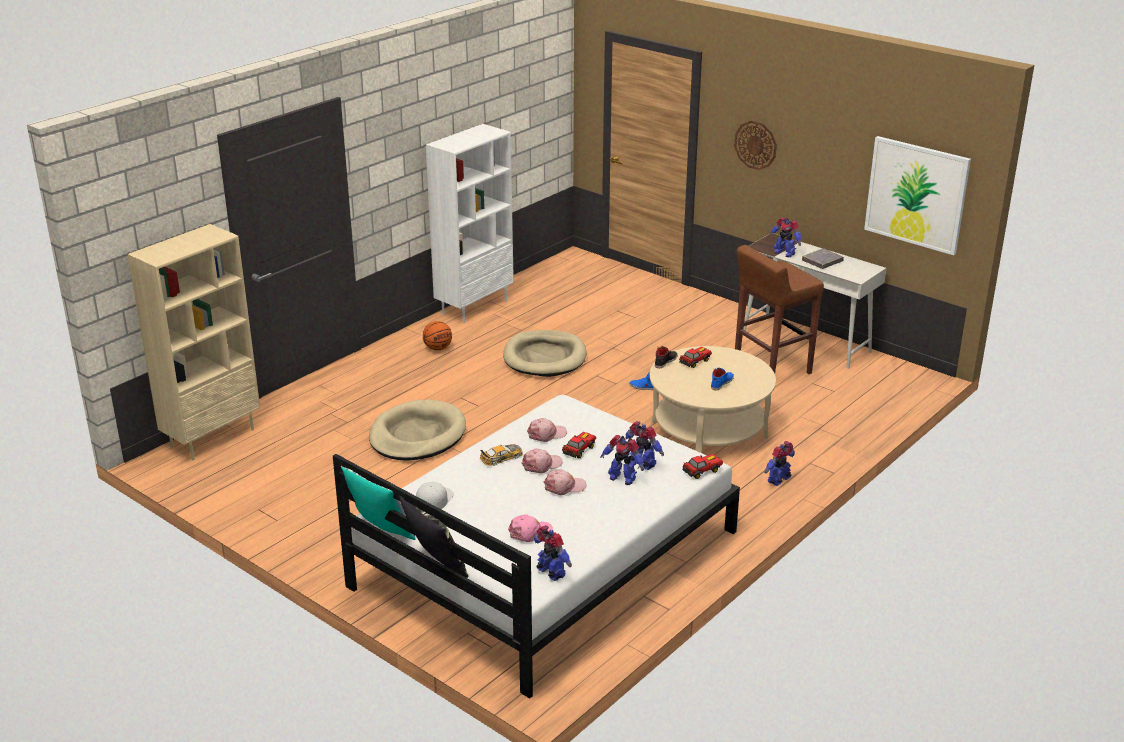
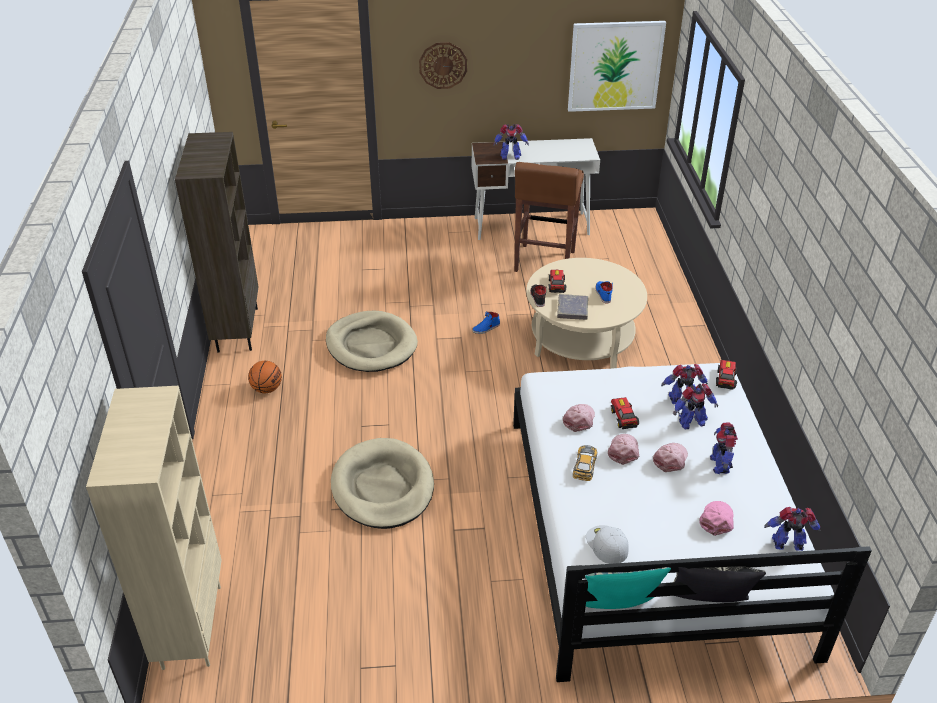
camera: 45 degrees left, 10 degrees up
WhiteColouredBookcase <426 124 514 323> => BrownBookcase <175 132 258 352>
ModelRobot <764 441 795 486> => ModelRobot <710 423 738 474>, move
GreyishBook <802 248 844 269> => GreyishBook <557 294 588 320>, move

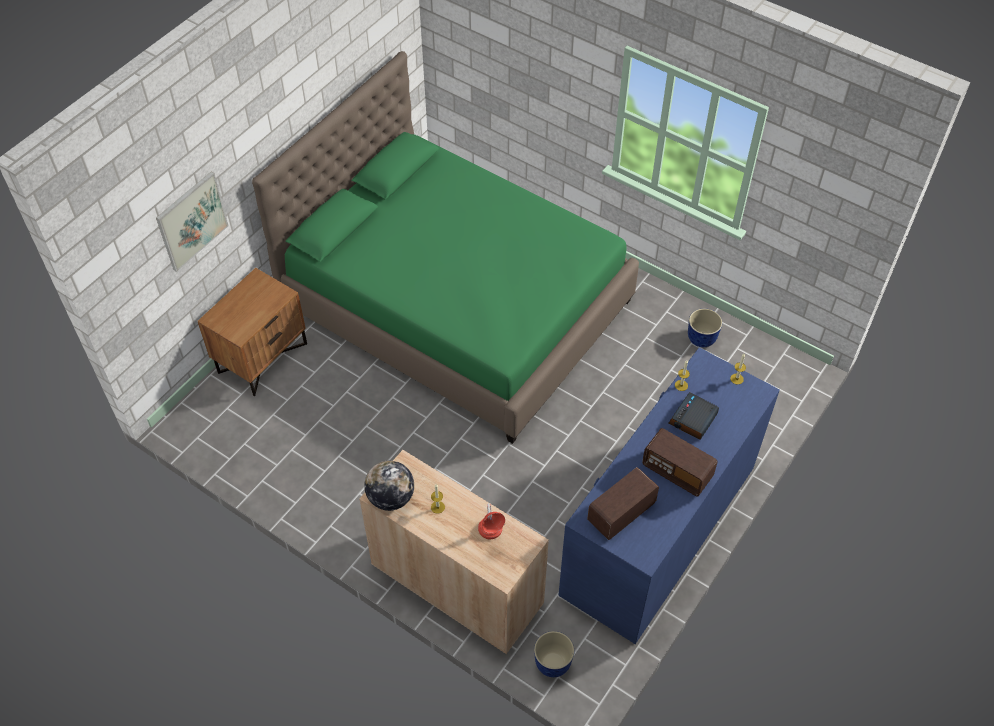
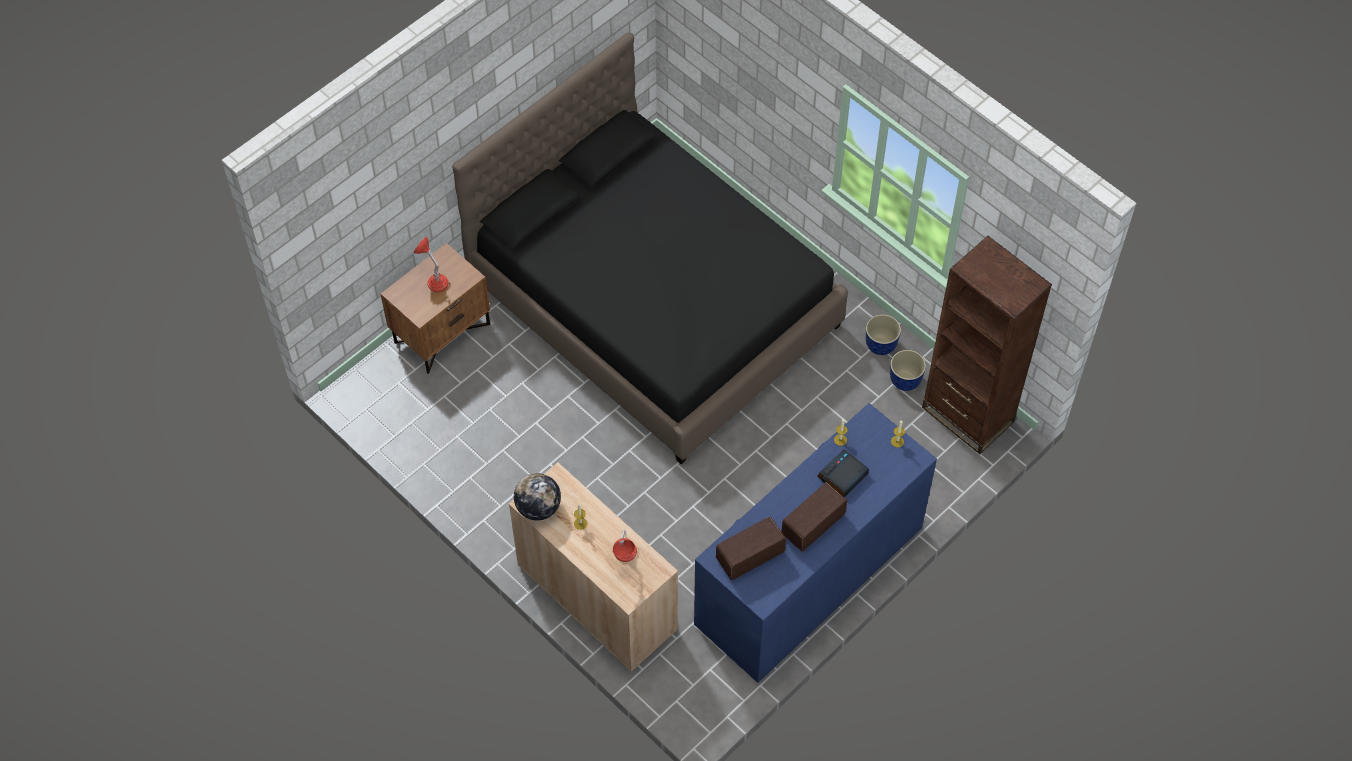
camera: 10 degrees right, 5 degrees up
Picture <156 171 228 272> => nothing
GreenSleepingBed <252 51 639 444> => BlackSleepingBed <452 32 848 464>
Planter <534 631 574 677> => Planter <866 314 901 355>, move
RadioSet <642 428 717 496> => RadioSet <781 482 847 552>, 90 degrees clockwise
nothing => ReddishTabletopLamp <414 236 448 292>
nothing => BrownBookcase <922 236 1052 454>

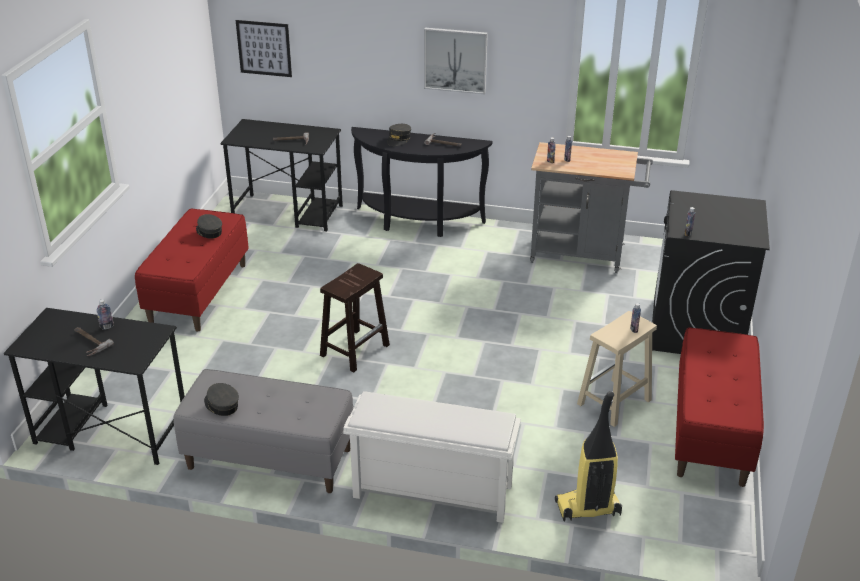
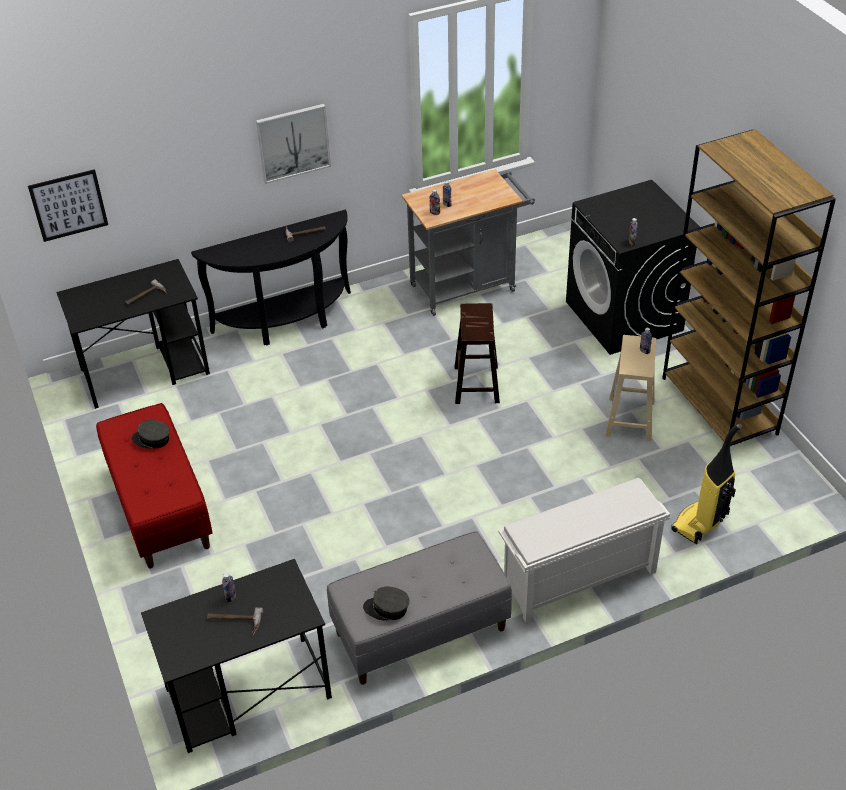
camera: 35 degrees left, 10 degrees up
BrownStool <320 263 390 372> => BrownStool <455 303 500 404>, move
GreyishBaseballCap <387 124 411 146> => nothing
ReddishLongSeat <675 327 764 487> => BrownBookcase <662 129 836 446>

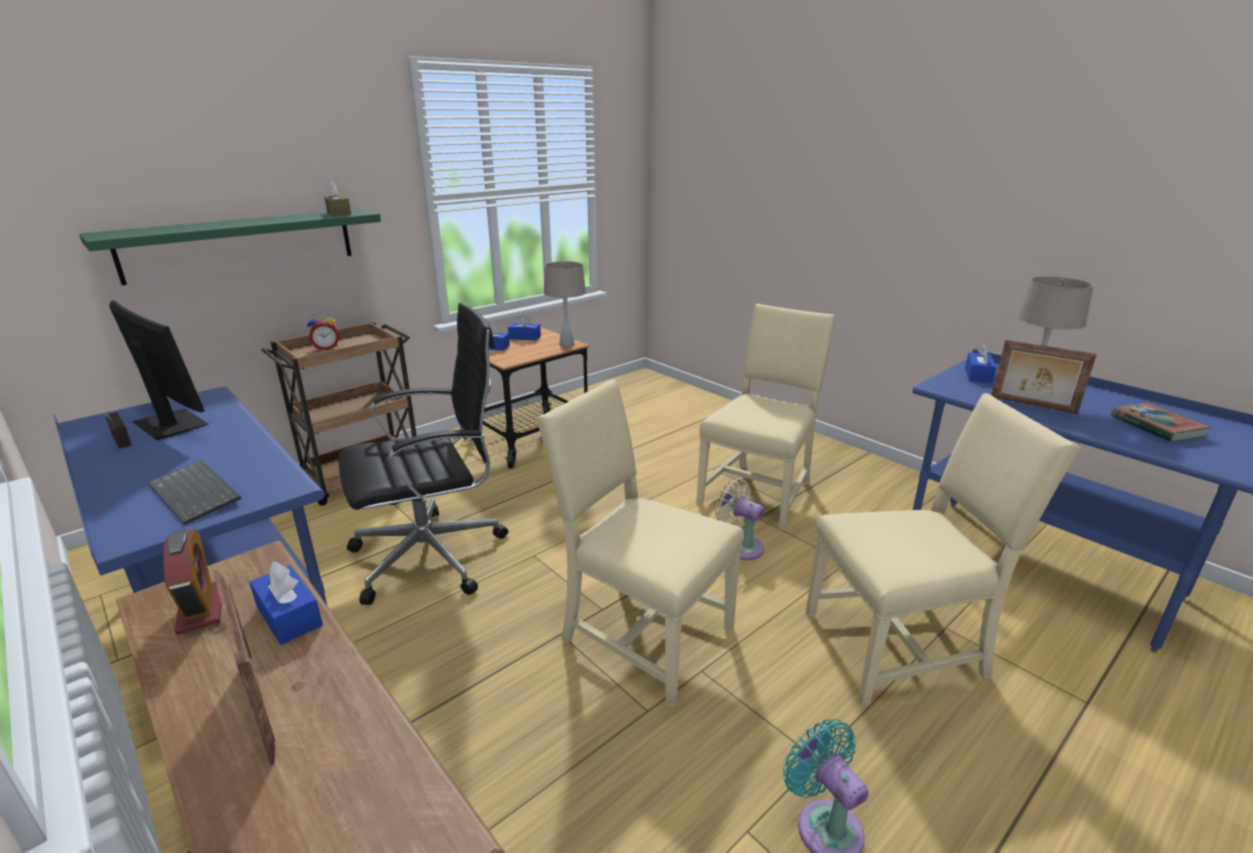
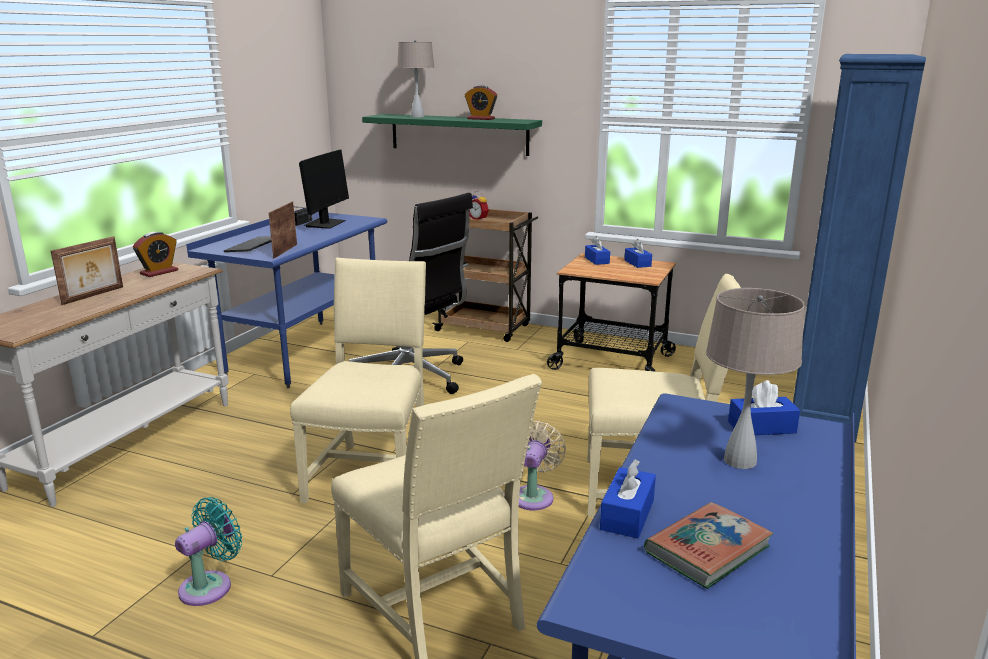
camera: 65 degrees right, 5 degrees down
BlueColouredTissueBox <249 562 323 645> => BlueColouredTissueBox <600 459 656 538>, move
BrownTissueBox <324 181 351 216> => nothing
SandColouredTabletopLamp <544 261 586 347> => SandColouredTabletopLamp <397 40 434 118>, move
PhotoFrame <992 340 1097 414> => PhotoFrame <269 202 297 259>, move
nothing => AlarmClock <465 85 497 120>
nothing => BlueColouredBookcase <793 54 926 442>

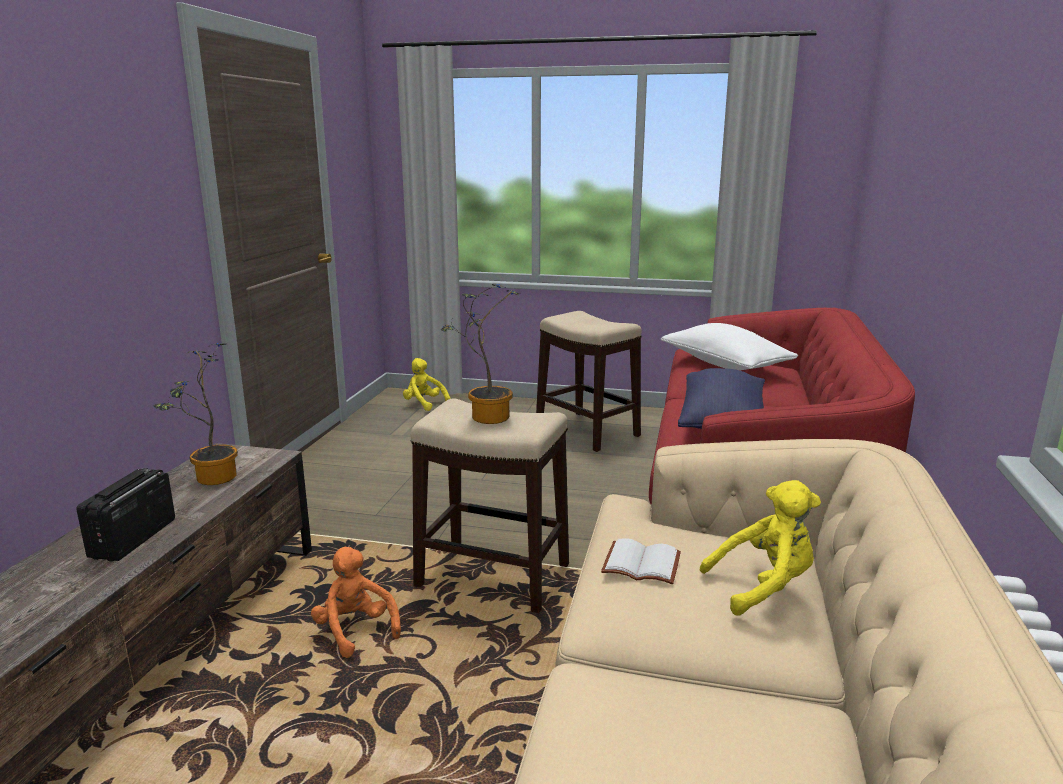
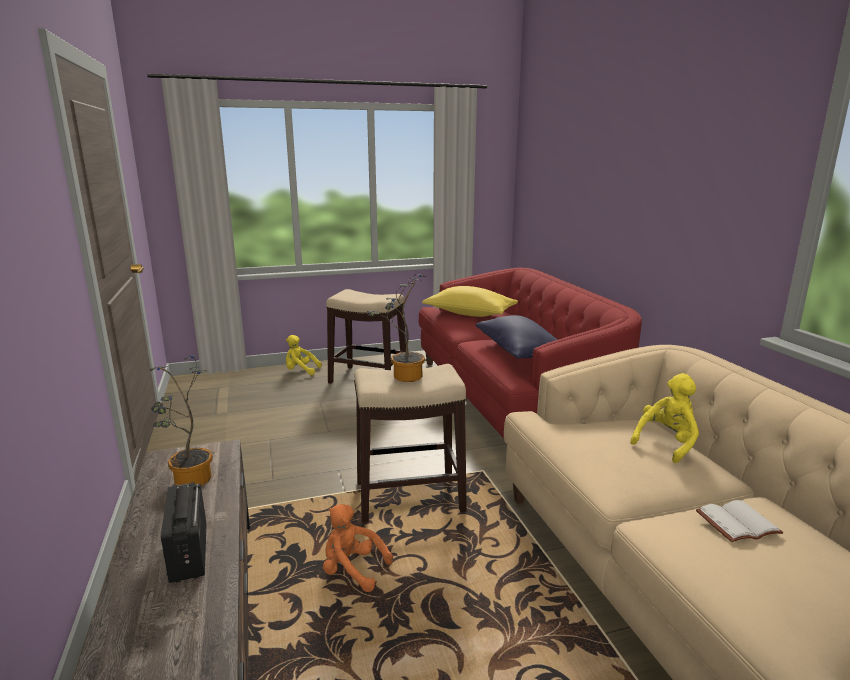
camera: 30 degrees left, 0 degrees up
YellowSoftToy <403 358 451 411> => YellowSoftToy <286 335 322 375>, move
WhiteColouredBook <601 538 681 584> => WhiteColouredBook <696 500 783 542>, move
WhiteColouredCushion <661 323 798 370> => YellowCushion <422 286 518 317>

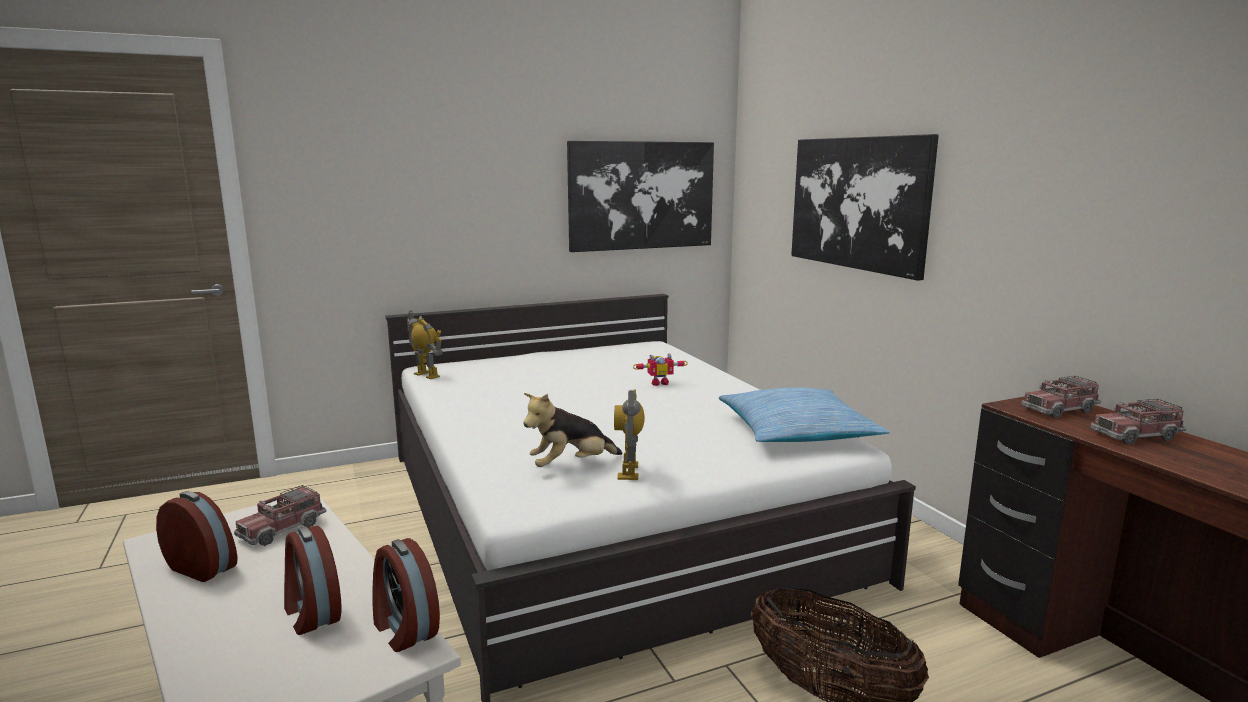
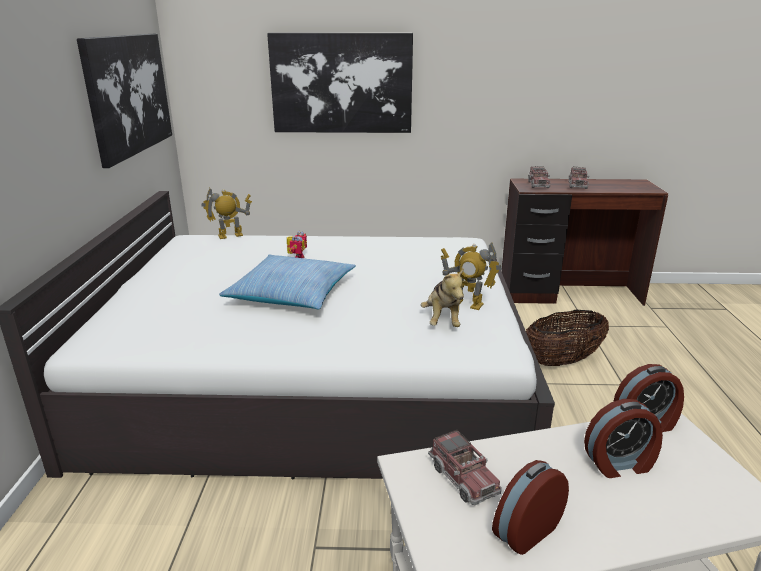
camera: 65 degrees left, 10 degrees up
ModelRobot <407 311 443 379> => ModelRobot <202 188 252 239>, move
Cushion <719 387 890 442> => Cushion <219 255 356 309>, move

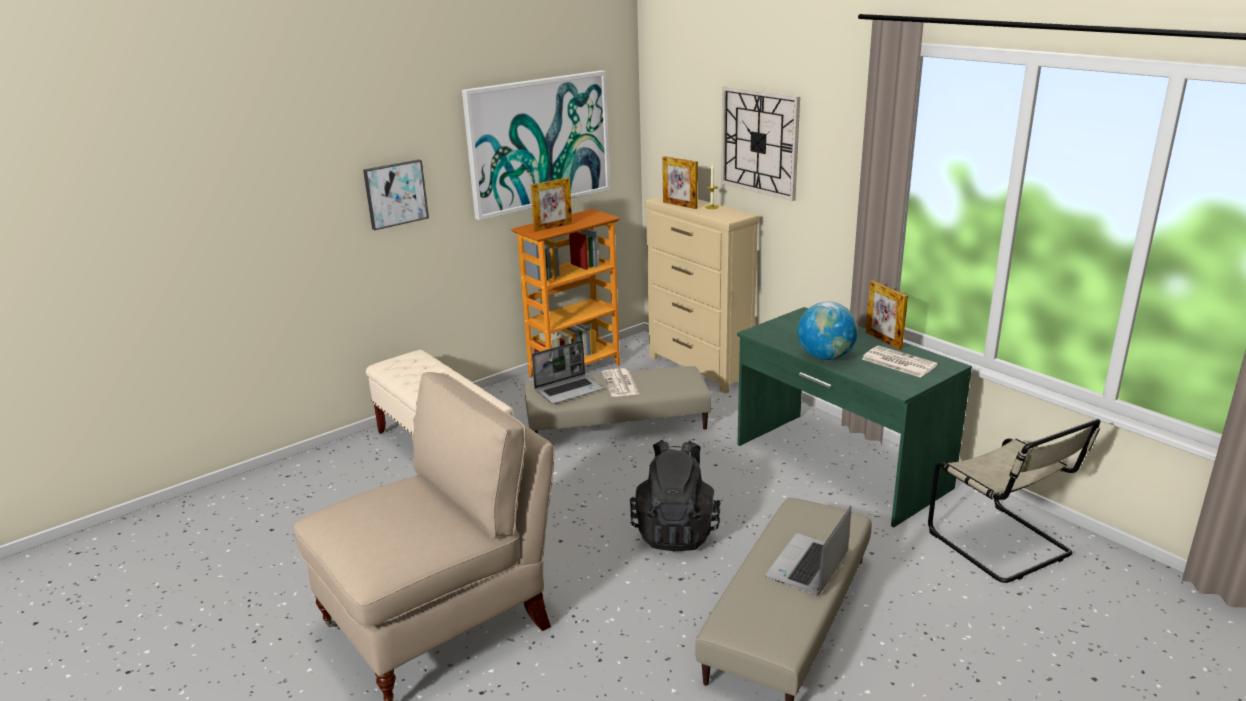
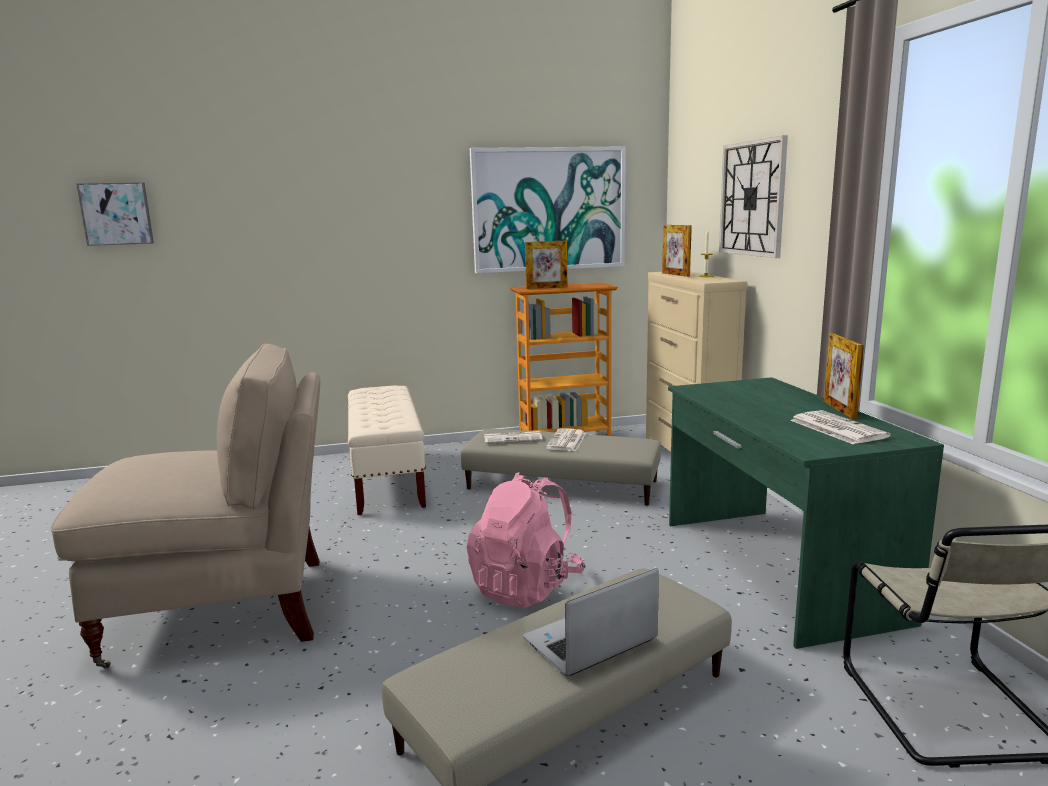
camera: 25 degrees right, 10 degrees down
Picture <363 159 429 230> => Picture <77 182 154 246>, move
NotebookComputer <532 340 603 404> => PrintedPaper <484 431 543 444>
BlackRucksack <630 440 720 551> => PinkishRucksack <467 472 586 608>
WorldGlobe <798 302 858 360> => nothing

